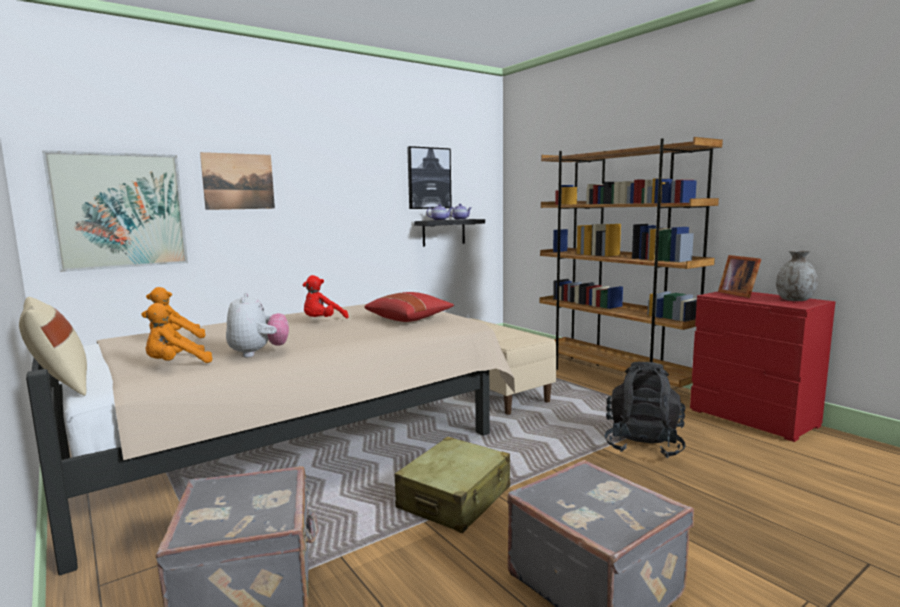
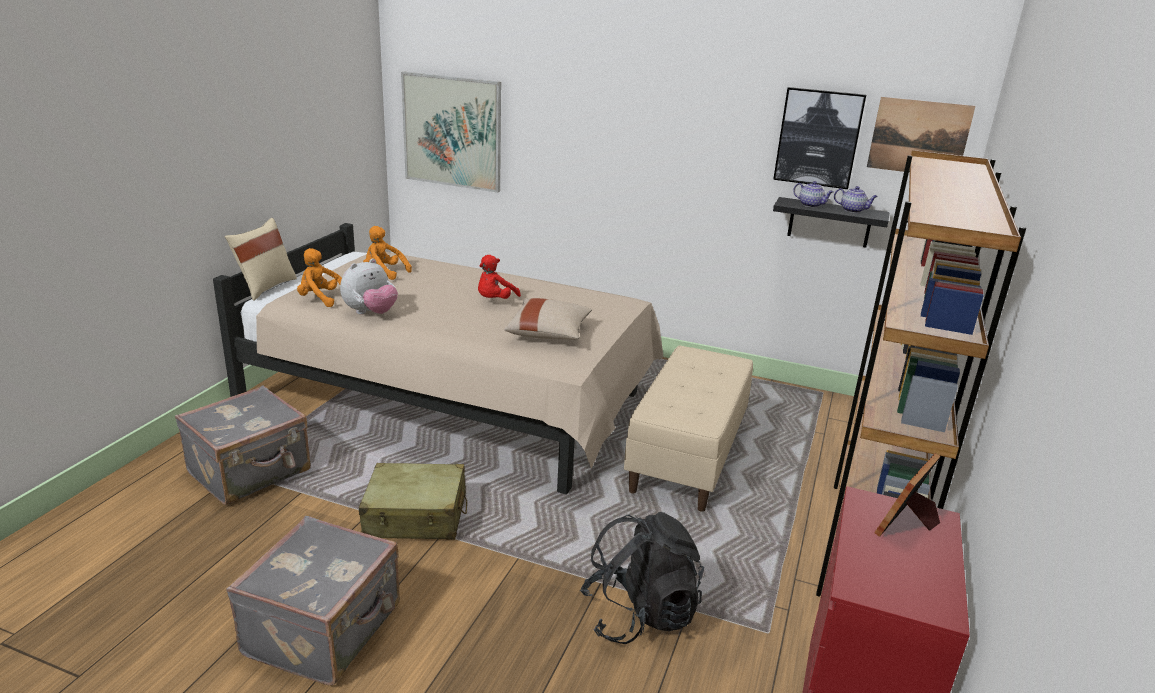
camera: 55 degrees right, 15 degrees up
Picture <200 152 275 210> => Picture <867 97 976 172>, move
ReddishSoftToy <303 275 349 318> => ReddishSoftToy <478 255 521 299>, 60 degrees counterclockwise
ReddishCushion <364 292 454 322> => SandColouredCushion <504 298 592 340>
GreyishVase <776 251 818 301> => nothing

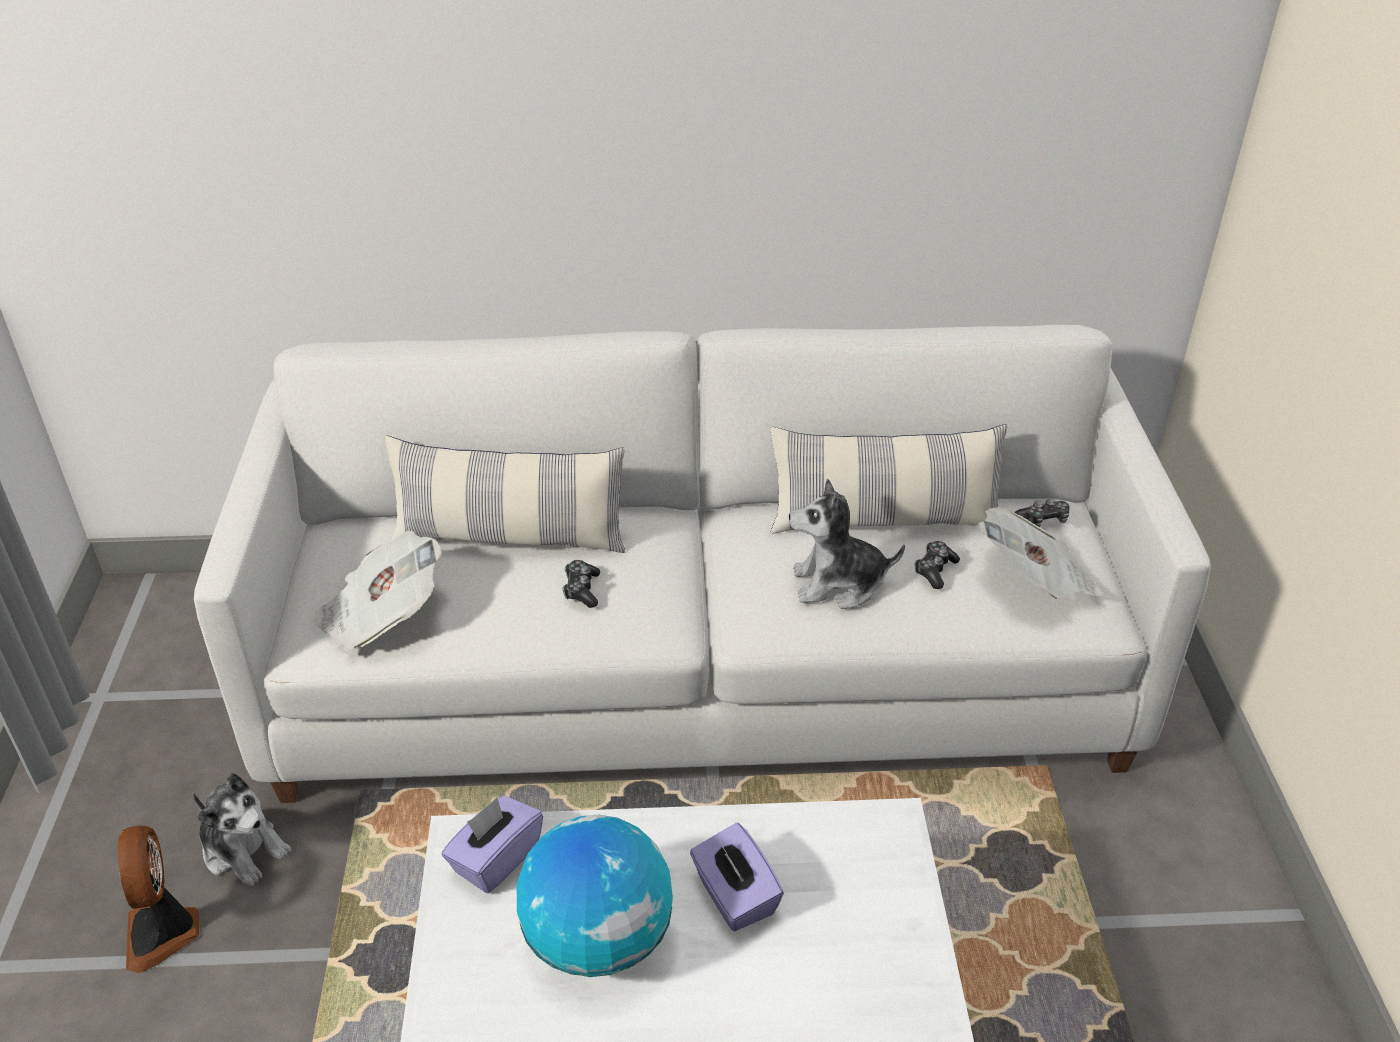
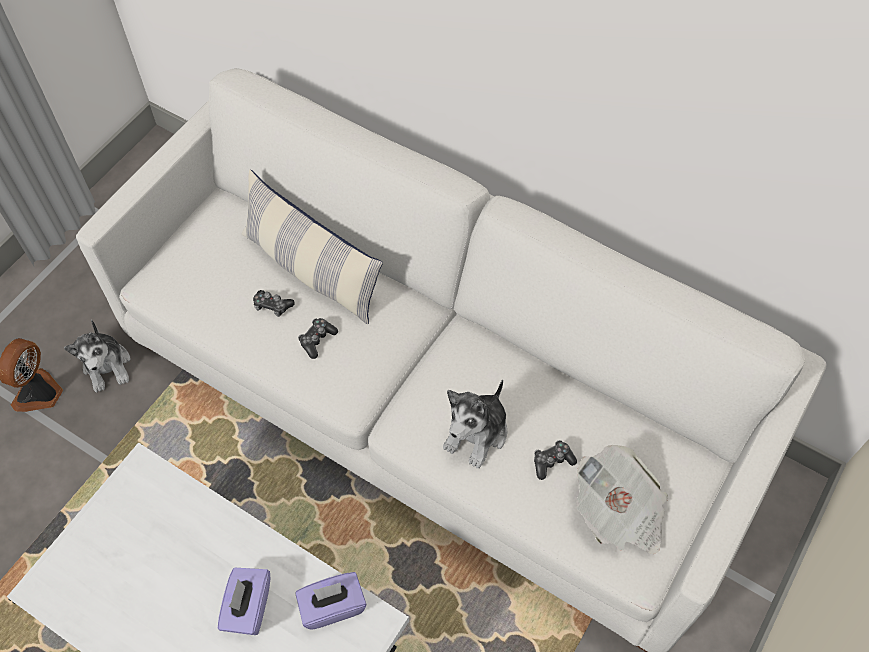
camera: 35 degrees right, 20 degrees up
PrintedPaper <314 530 442 654> => nothing
PurpleColouredTissueBox <442 795 543 893> => PurpleColouredTissueBox <296 572 366 630>, move
WorldGlobe <517 815 673 977> => nothing
Cushion <770 424 1007 534> => nothing
SoftToy <789 478 905 609> => SoftToy <443 380 507 468>, 90 degrees counterclockwise
Joypad <1015 498 1070 527> => Joypad <253 290 295 317>, move

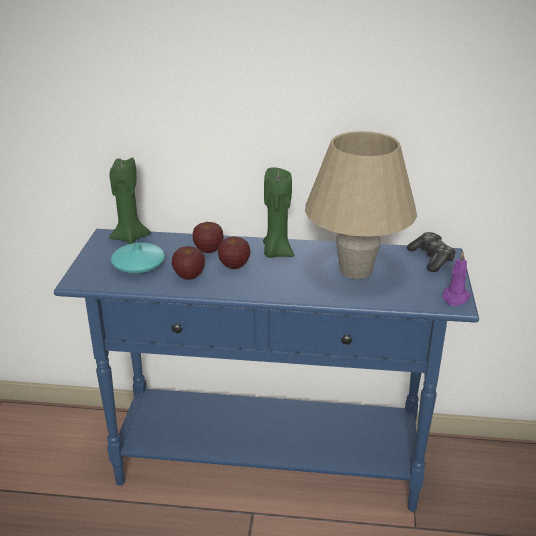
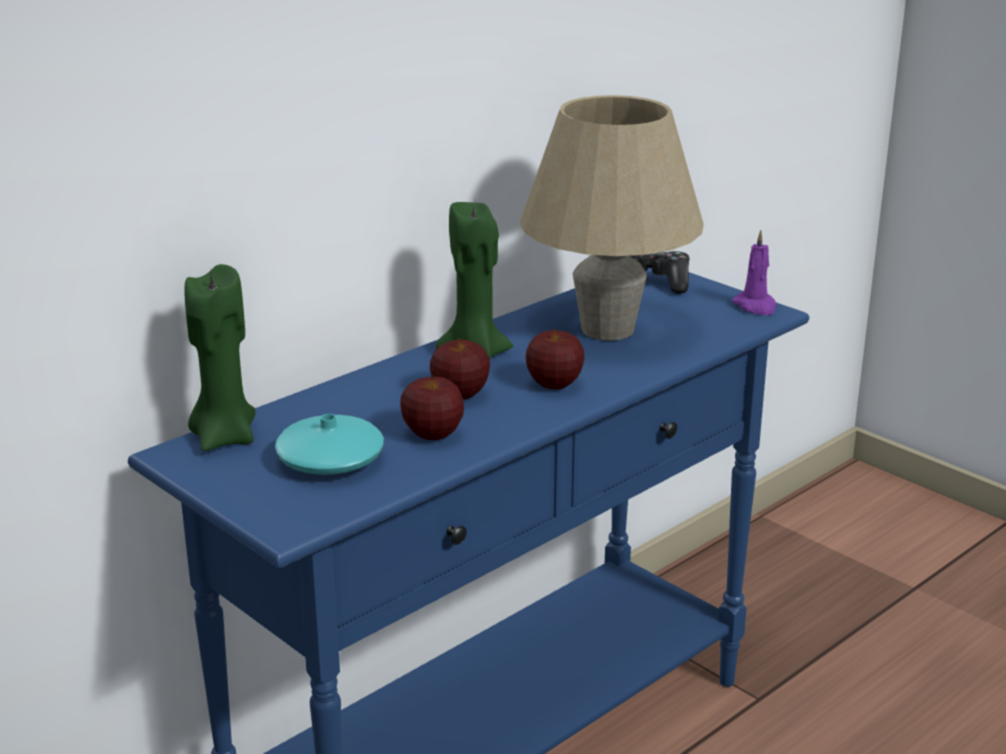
camera: 50 degrees left, 5 degrees down
AppleFruit <193 222 224 253> => AppleFruit <526 329 585 389>, move

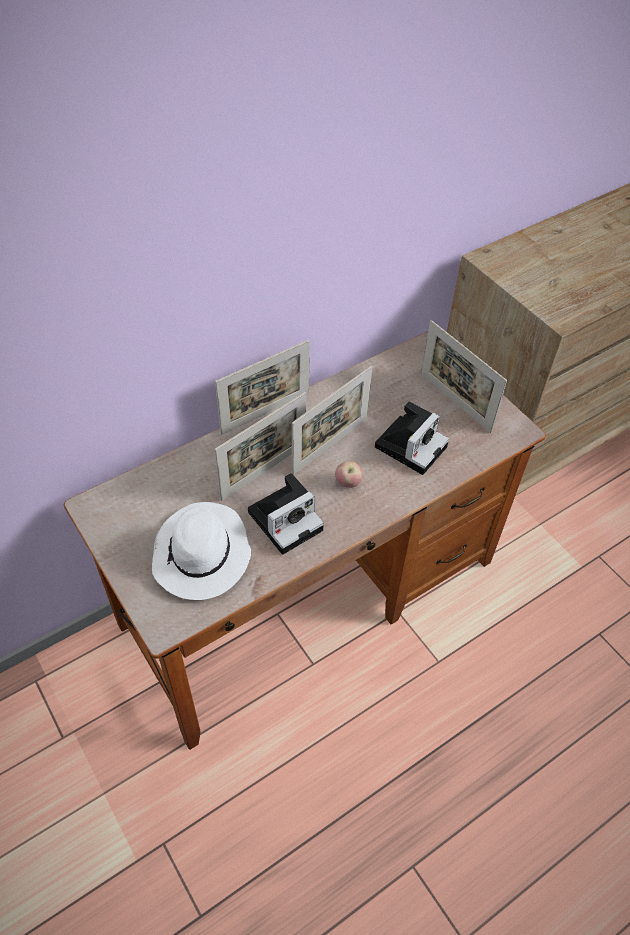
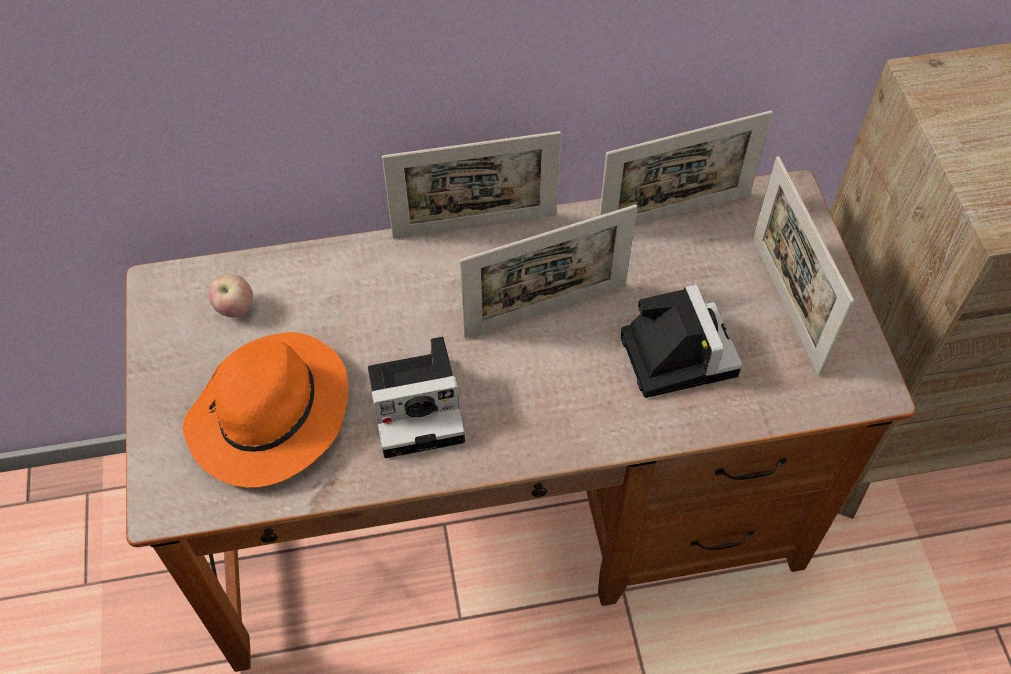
camera: 25 degrees right, 5 degrees up
WhiteColouredHat <152 502 251 600> => OrangeyHat <183 332 348 488>
PhotoFrame <214 392 306 501> => PhotoFrame <599 110 773 226>, move
AppleFruit <335 461 363 488> => AppleFruit <209 274 253 317>, move
PhotoCamera <375 401 449 475> => PhotoCamera <621 284 742 398>, 75 degrees counterclockwise

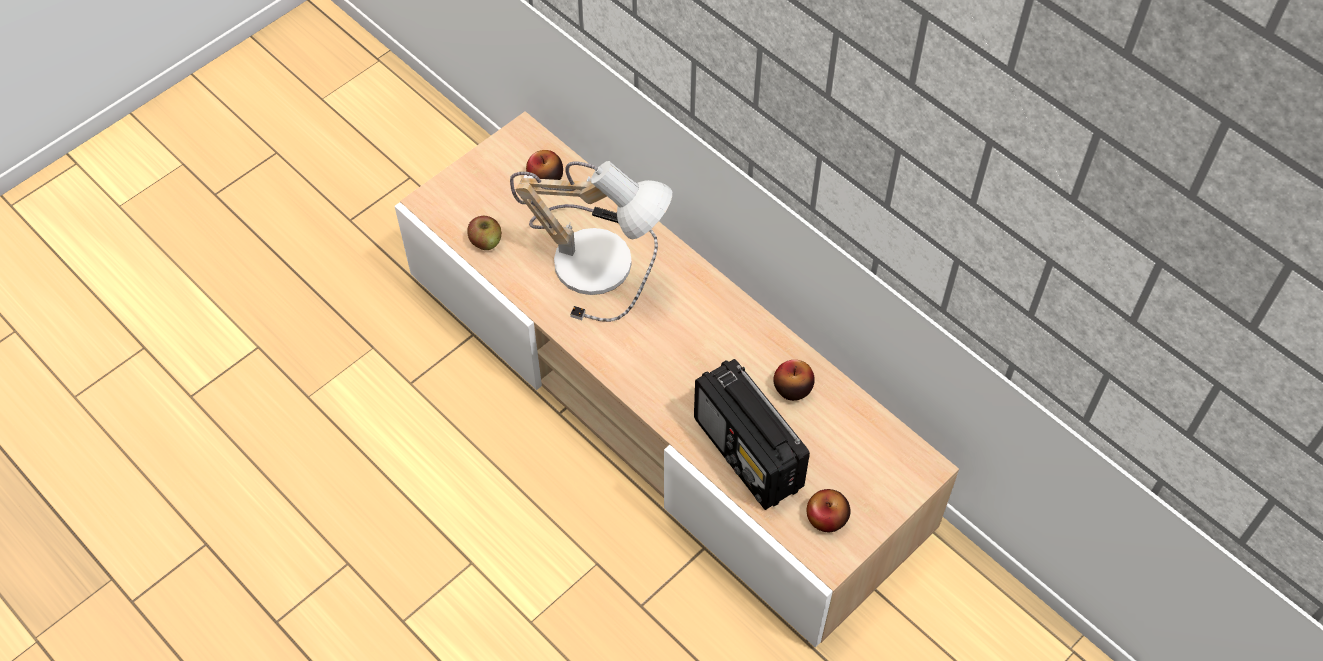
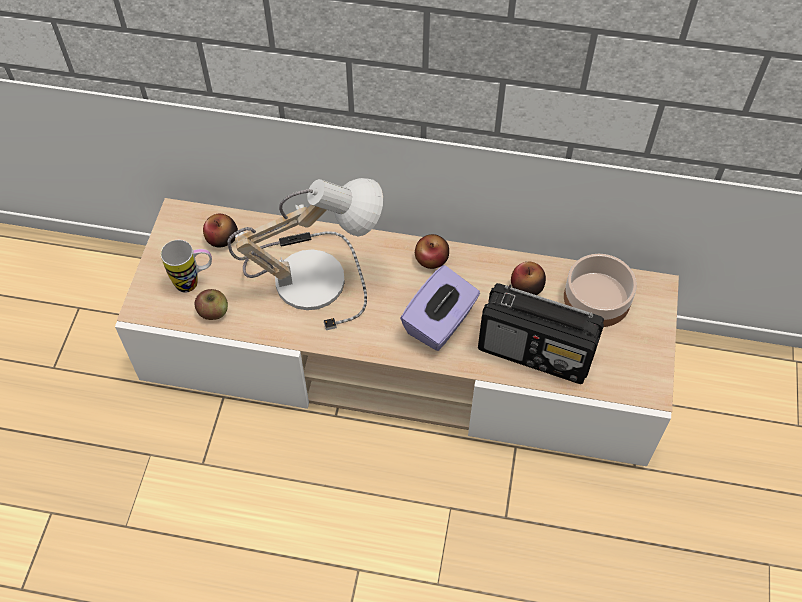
camera: 35 degrees left, 0 degrees up
AppleFruit <807 489 851 532> => AppleFruit <415 234 449 269>, move
nothing => CoffeeMug <161 240 212 292>
nothing => PurpleColouredTissueBox <400 265 480 351>
nothing => ServingBowl <564 254 637 327>

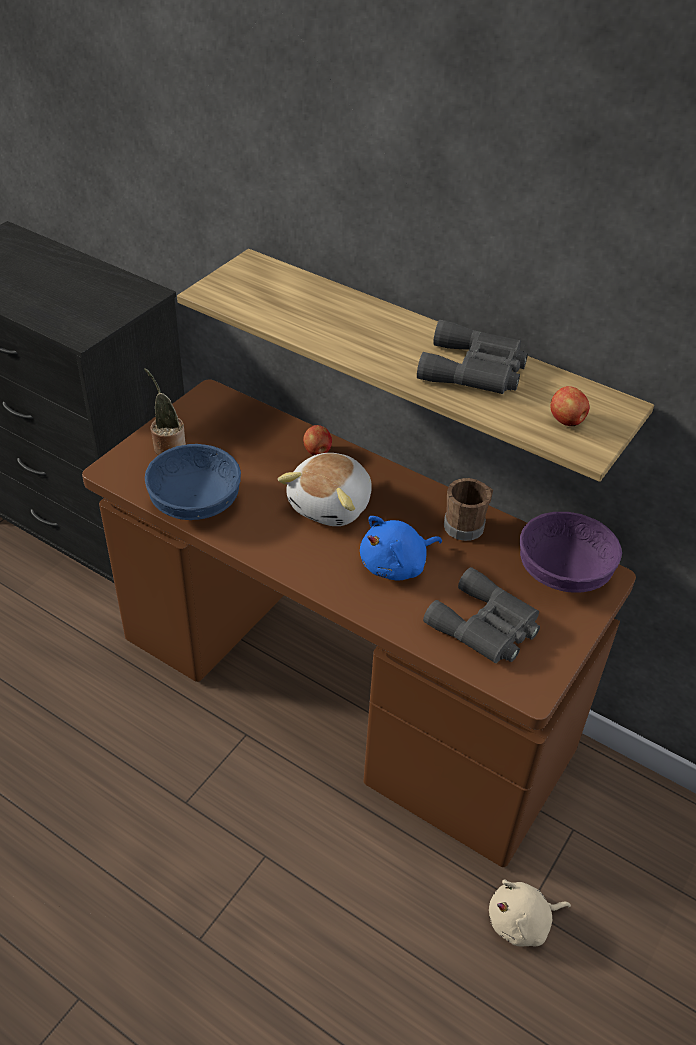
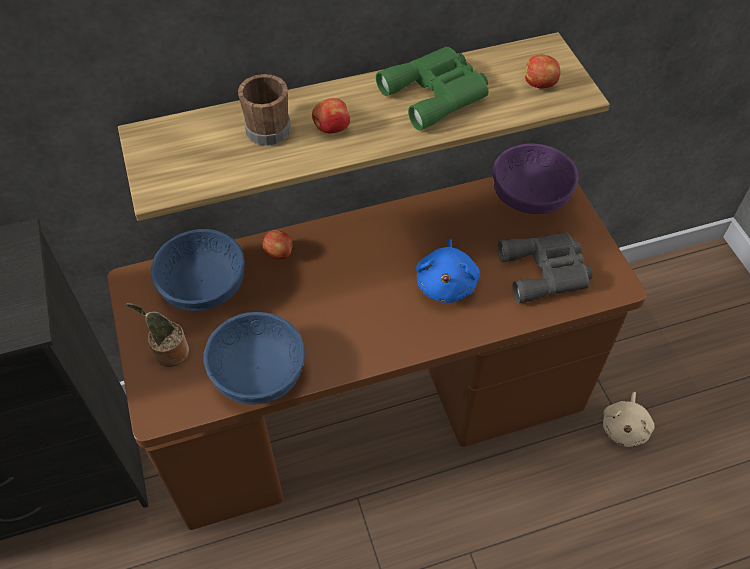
camera: 50 degrees left, 10 degrees up
SoftToy <278 453 372 526> => nothing
GreyishPairOfBinoculars <417 320 528 394> => GreenPairOfBinoculars <376 47 488 131>
BrownCoffeeMug <444 478 493 541> => BrownCoffeeMug <238 74 291 146>, move
nothing => BlueColouredServingBowl <151 229 245 311>
nothing => AppleFruit <312 98 350 134>

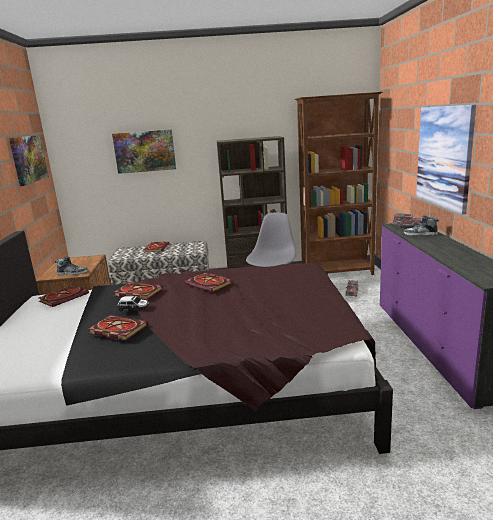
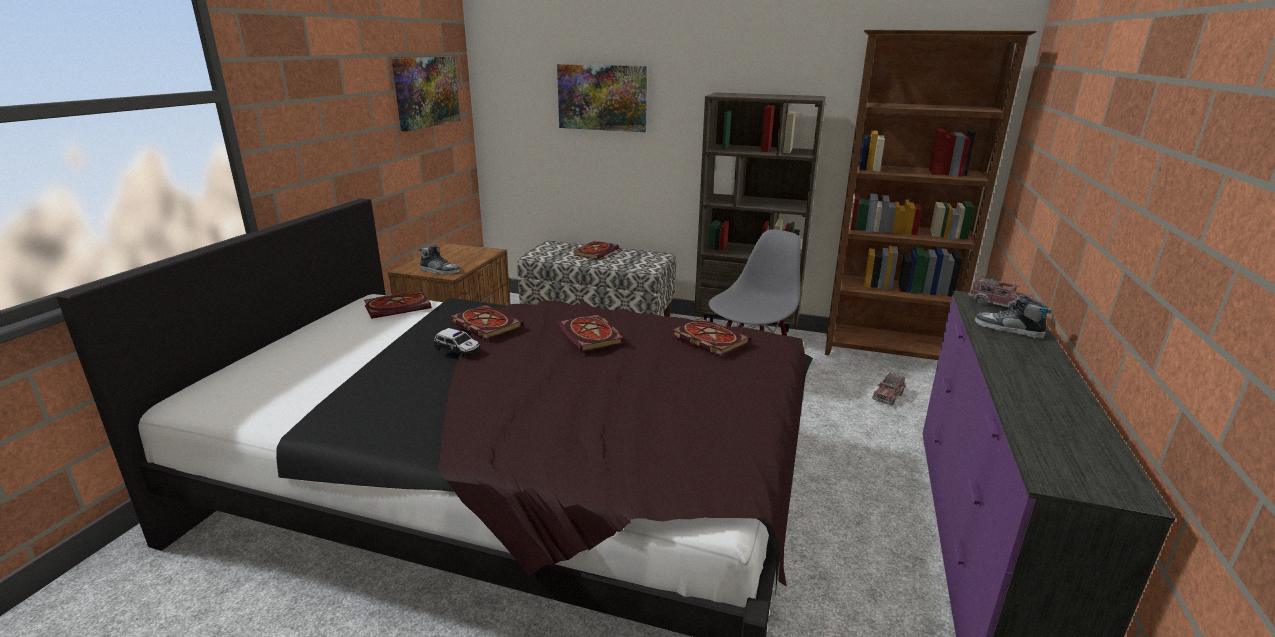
camera: 20 degrees right, 5 degrees up
Book <88 315 148 341> => Book <672 318 751 357>, move
Picture <416 105 476 214> => nothing

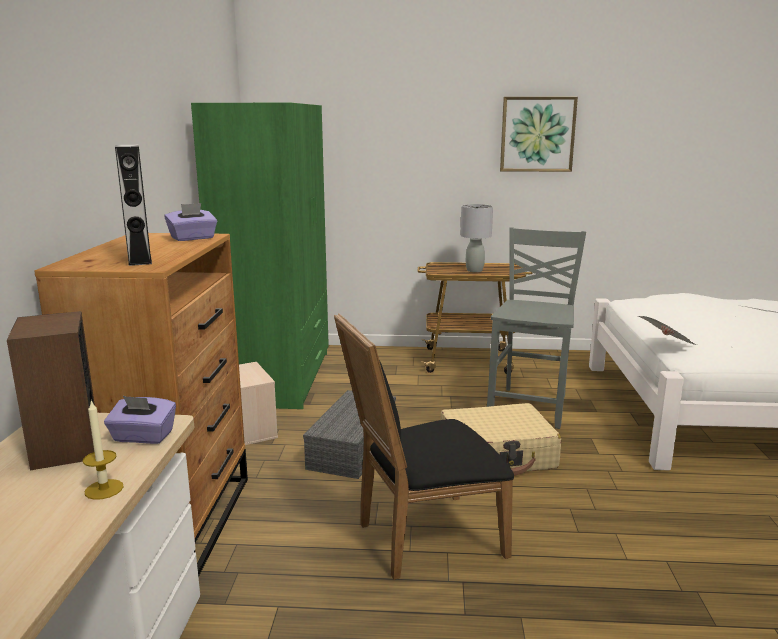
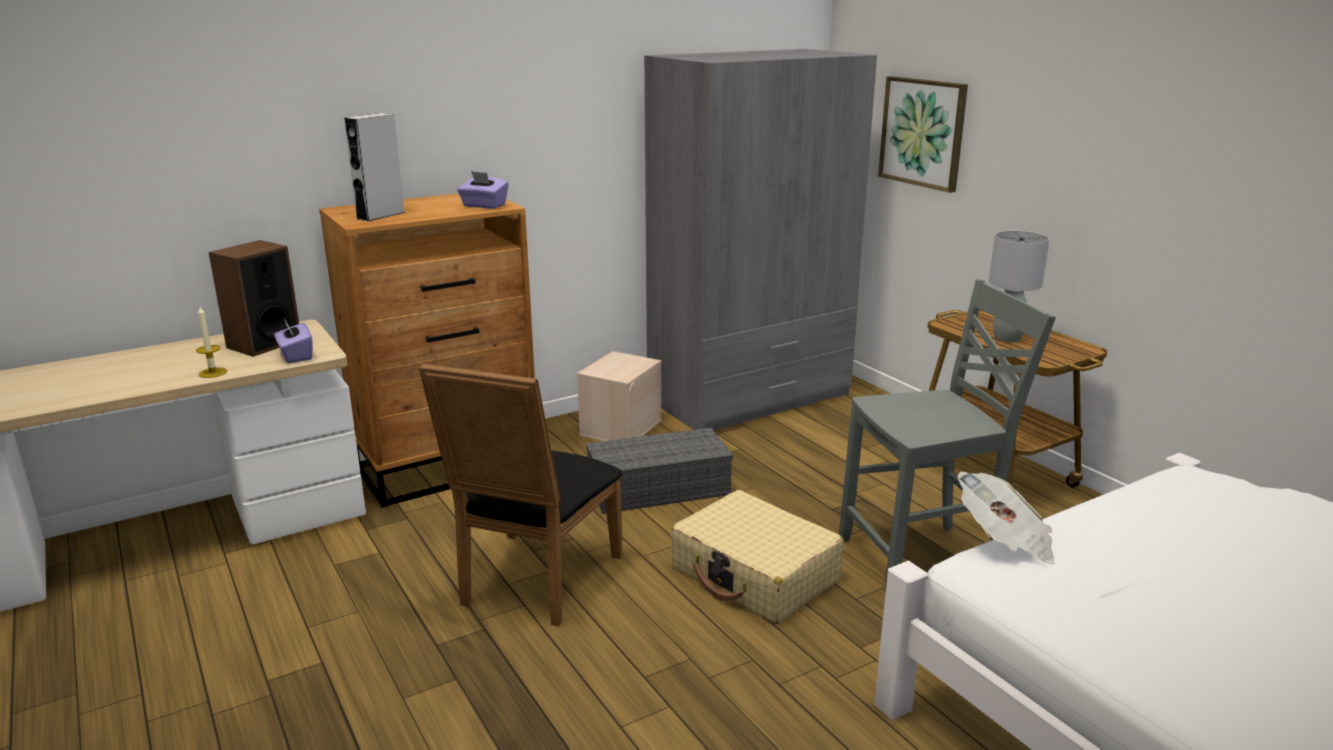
camera: 55 degrees right, 5 degrees up
GreenArmoire <191 103 329 409> => GreyishArmoire <644 49 877 430>
BlackPlainChair <334 313 514 580> => BlackPlainChair <418 363 622 627>, 105 degrees counterclockwise
Picture <500 97 578 172> => Picture <878 76 968 193>, move

